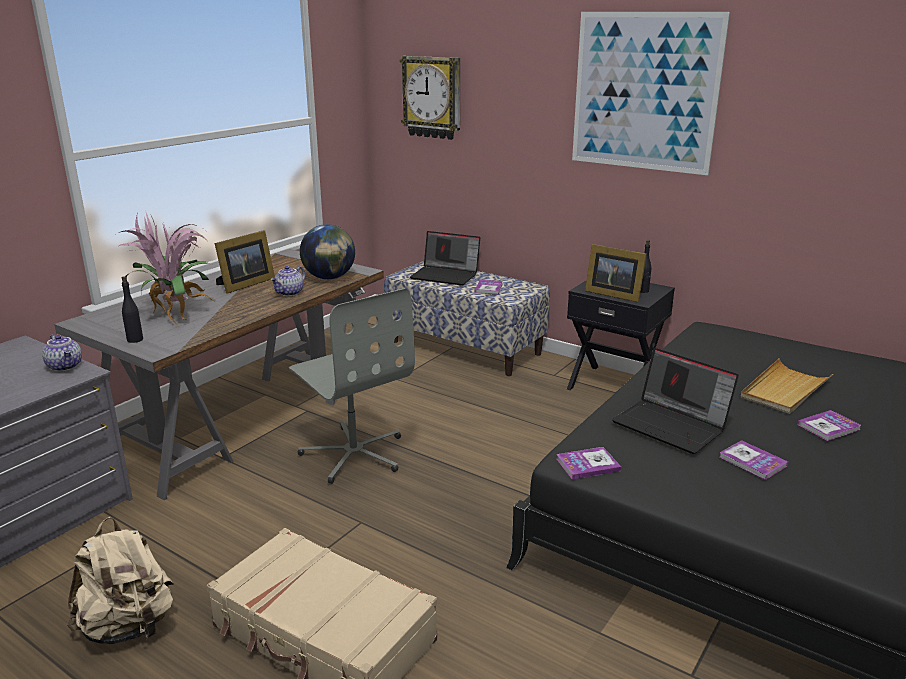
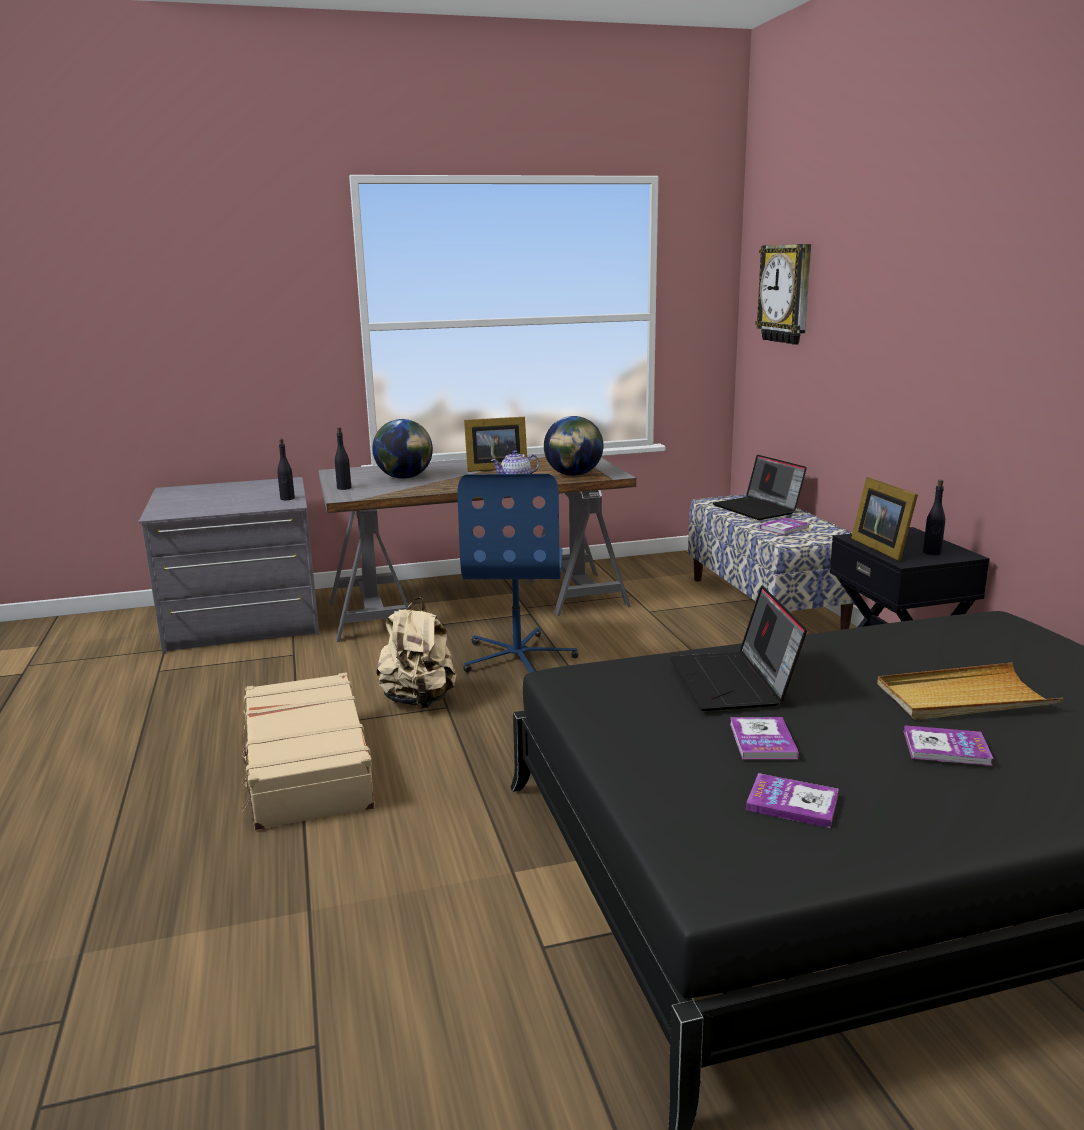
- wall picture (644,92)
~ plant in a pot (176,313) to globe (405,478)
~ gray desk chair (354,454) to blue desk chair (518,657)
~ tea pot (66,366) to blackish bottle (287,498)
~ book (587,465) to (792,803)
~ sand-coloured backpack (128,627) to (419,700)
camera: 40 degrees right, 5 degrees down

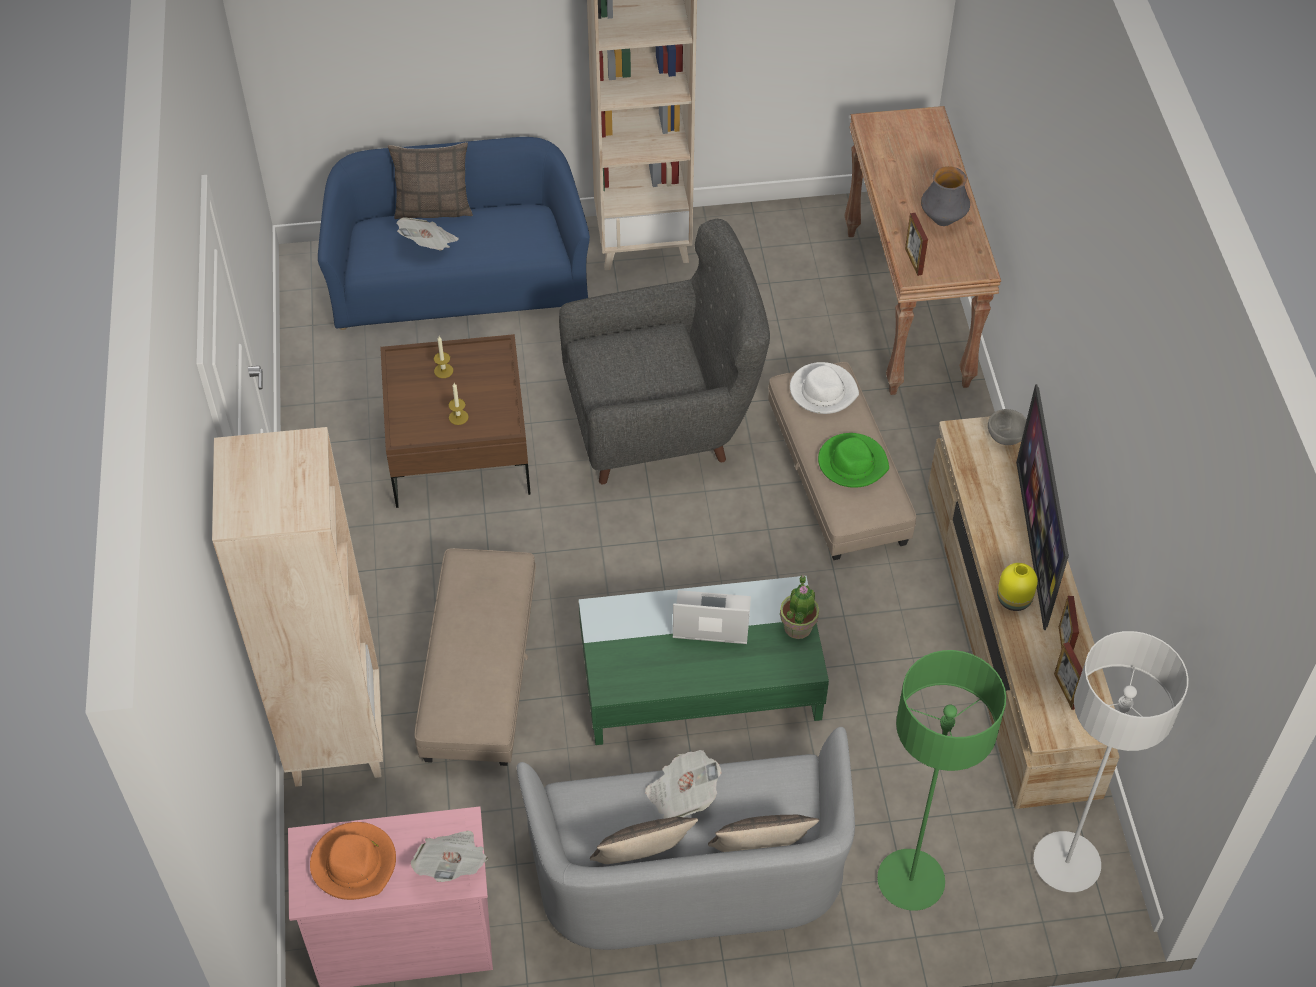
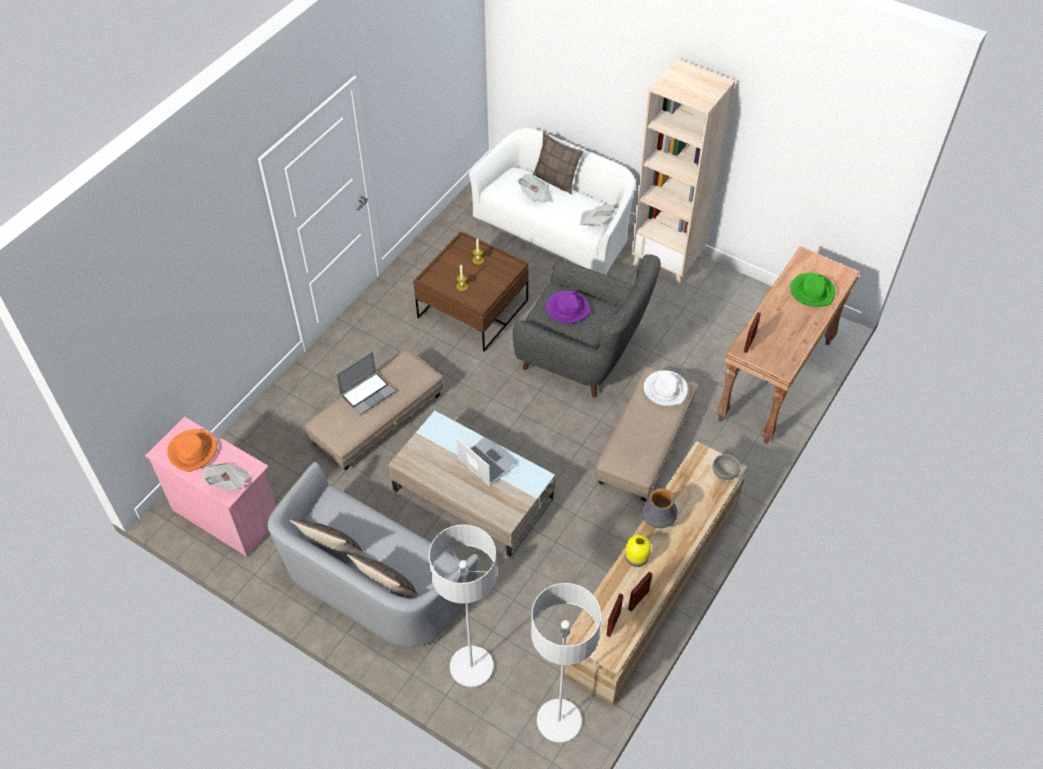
~ blue sofa (459,279) to white sofa (556,227)
~ vase (942,220) to (657,521)
- television (1034,544)
- sand-coloured bookcase (336,736)
~ greenish wearable hat (852,463) to (812,292)
- plant in a pot (798,627)
~ greenish low table (700,679) to sand-coloured low table (473,494)
~ greenish standing lamp (910,881) to gray standing lamp (471,667)
~ newspaper (682,795) to (595,221)
+ purple-coloured wearable hat (567,309)
+ portable computer (367,393)
camera: 40 degrees right, 0 degrees up

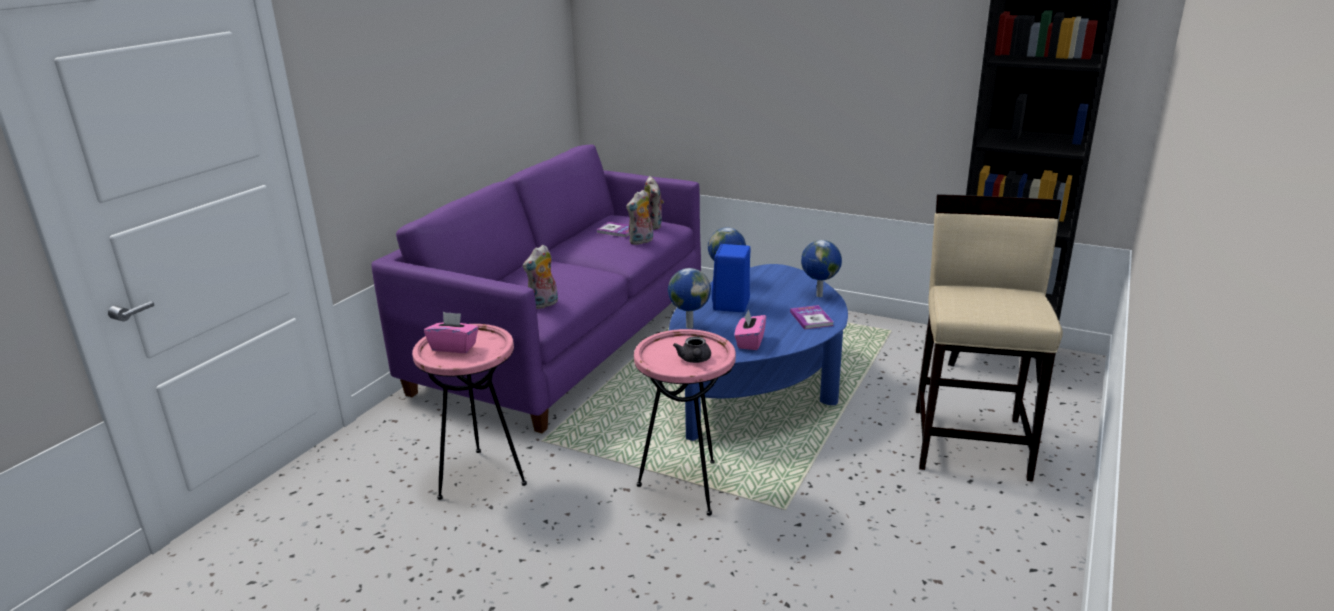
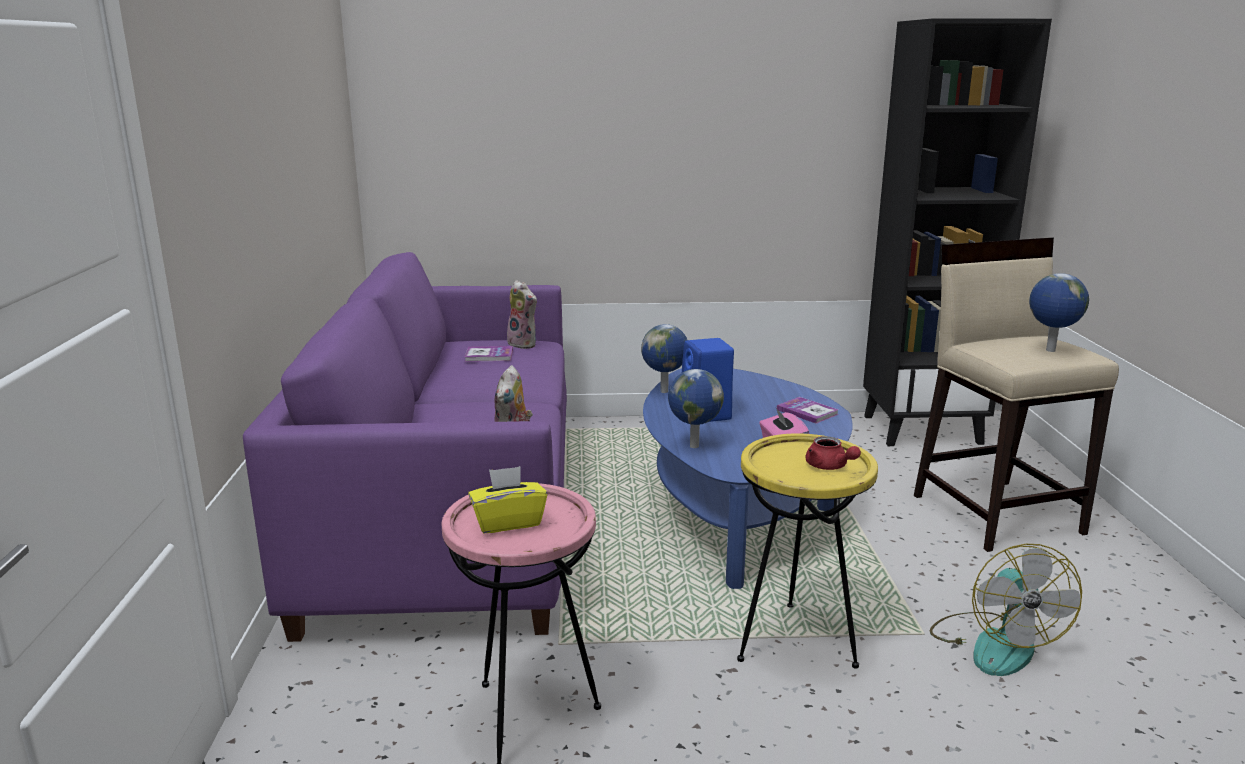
- soft toy (641,241)
~ globe (818,295) to (1050,350)
~ pink tissue box (454,347) to yellow tissue box (508,522)
~ pink accent table (687,486) to yellow accent table (795,643)
~ gray tea pot (694,360) to red-coloured tea pot (829,467)
+ fan (995,643)
camera: 30 degrees left, 5 degrees down

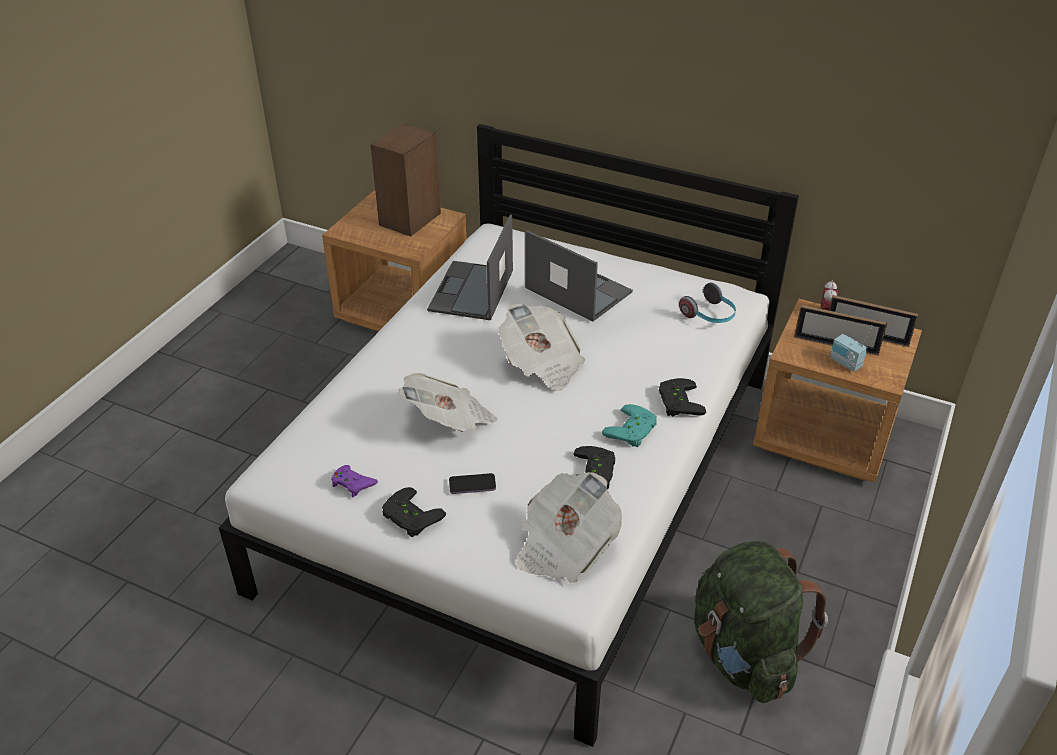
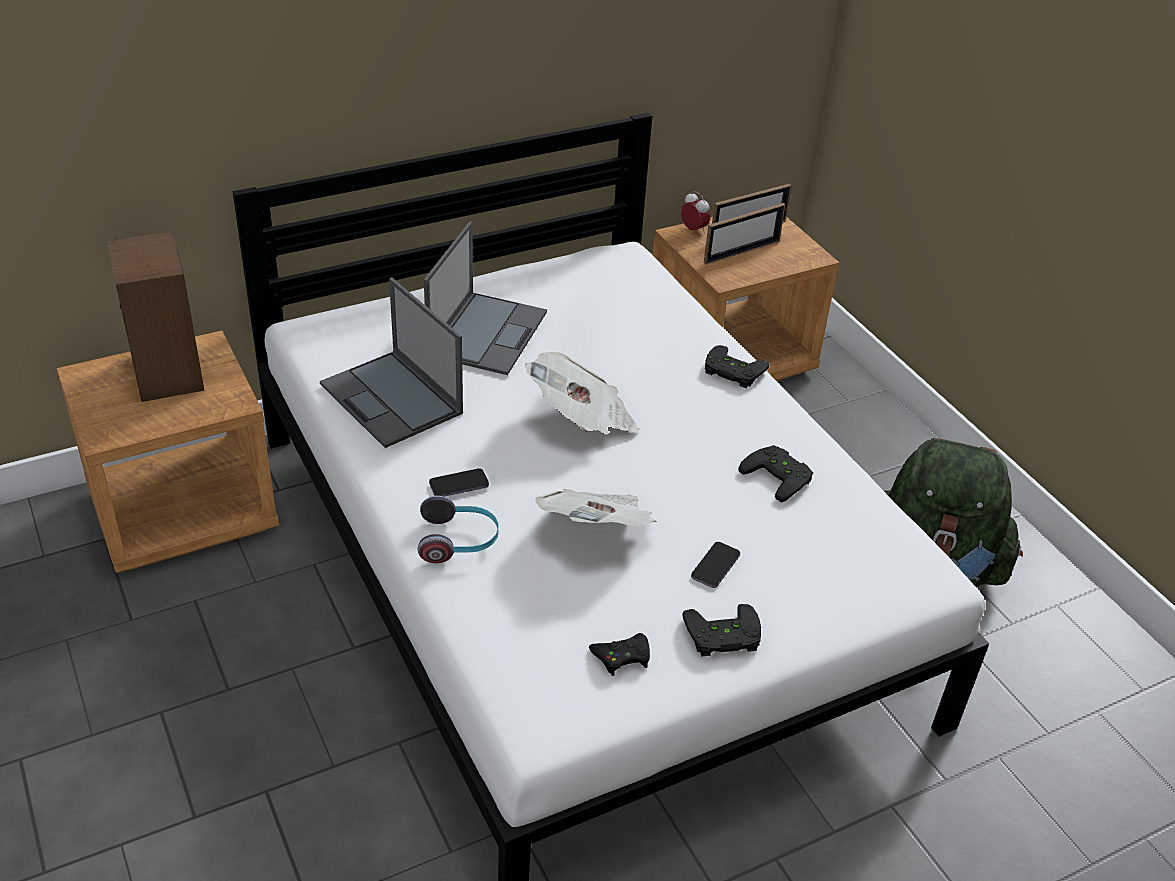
~ portable computer (577,290) = (487,332) 120 degrees clockwise
~ pair of headphones (709,315) to (459,541)
- radio (845,363)
- blue-green game controller (633,431)
~ purple-coloured game controller (353,483) to blackish game controller (622,657)
- newspaper (564,546)
+ telephone (459,485)
camera: 55 degrees left, 0 degrees up

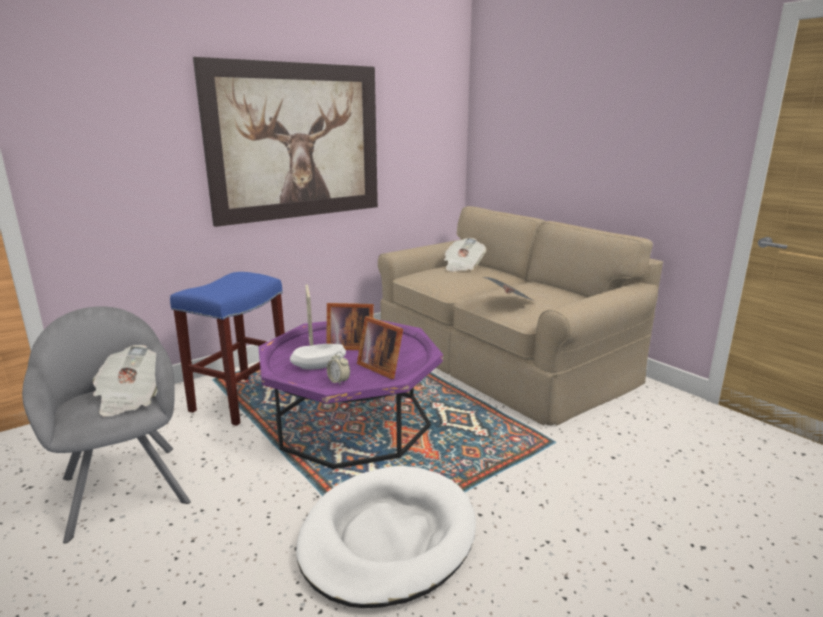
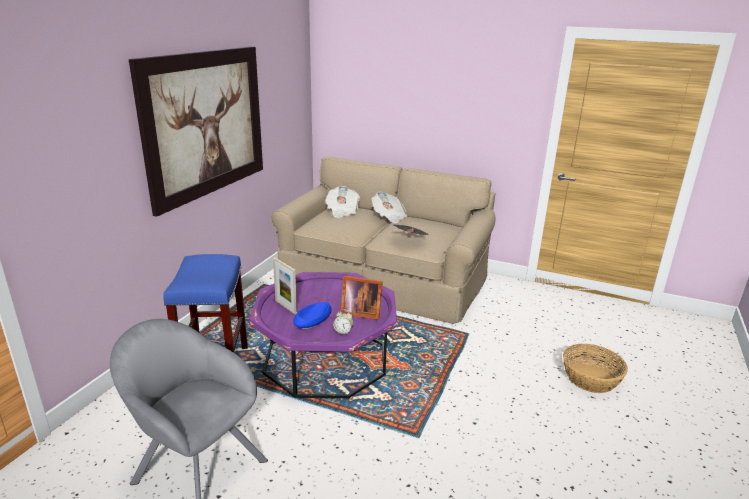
- photo frame (349,346)
~ white deep dish (319,365) to blue deep dish (313,322)
~ newspaper (131,397) to (389,216)
- white pet bed (387,538)
+ household basket (591,379)
camera: 30 degrees left, 5 degrees up

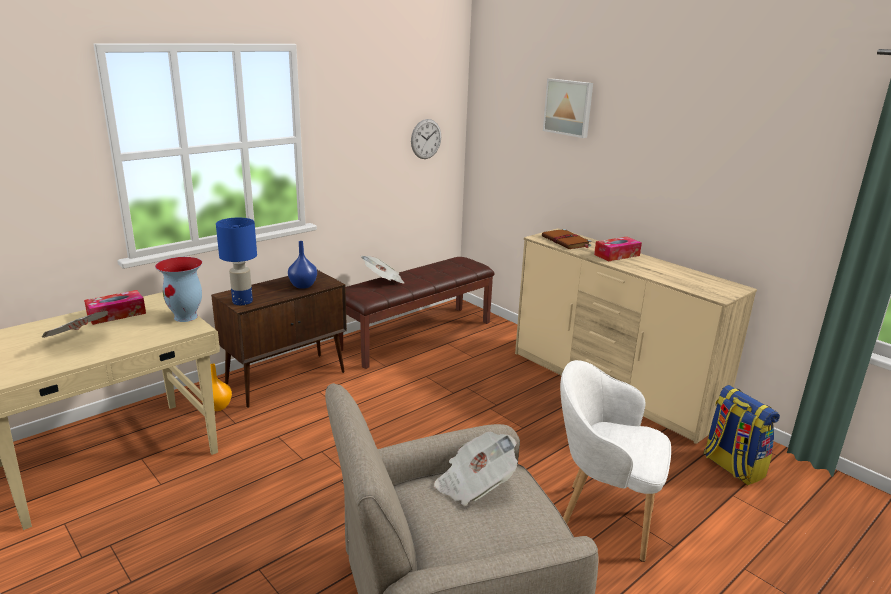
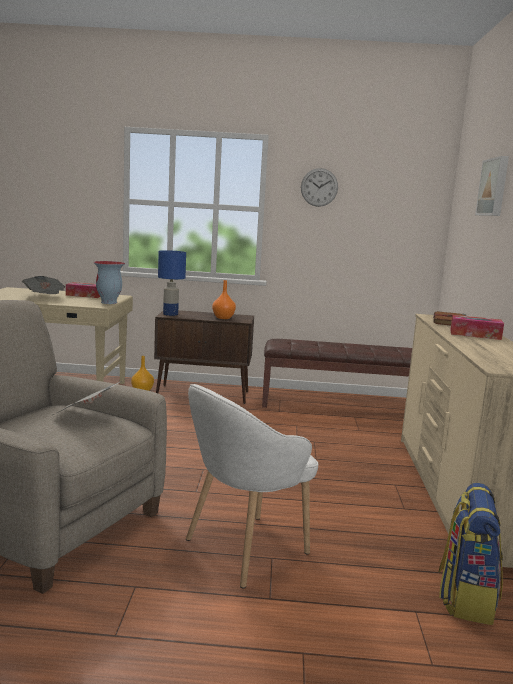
~ clock on the wall (426,139) to (319,187)
~ blue vase (302,286) to orange vase (223,318)
- newspaper (383,280)
~ white armchair (600,521) = (244,549) 105 degrees counterclockwise
camera: 45 degrees right, 10 degrees down

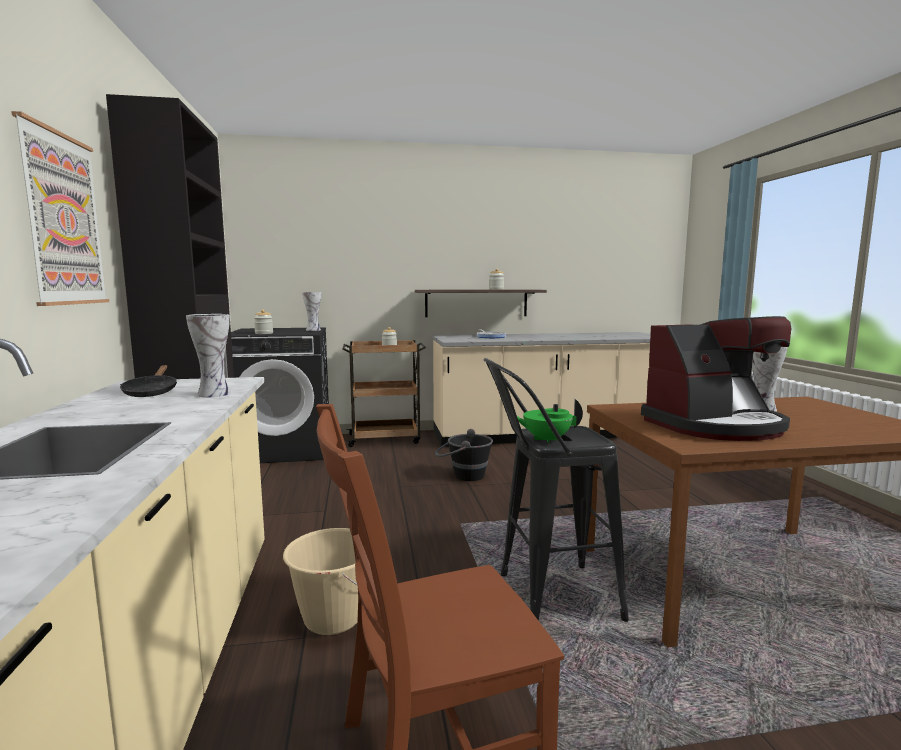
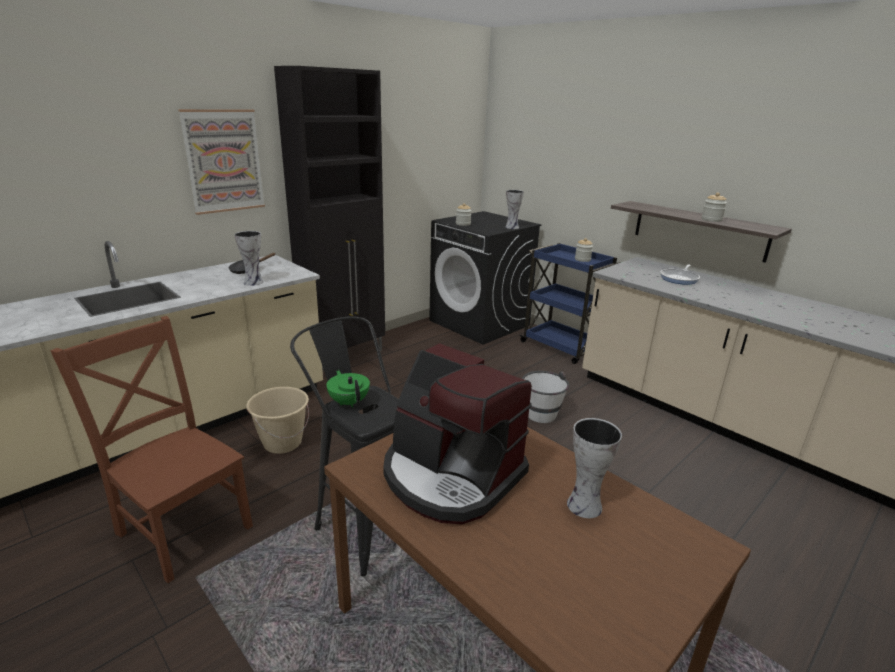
~ brown wheeled cart (385,439) to blue wheeled cart (562,347)
~ blackish bucket (463,475) to white bucket (537,411)
camera: 55 degrees right, 15 degrees up

